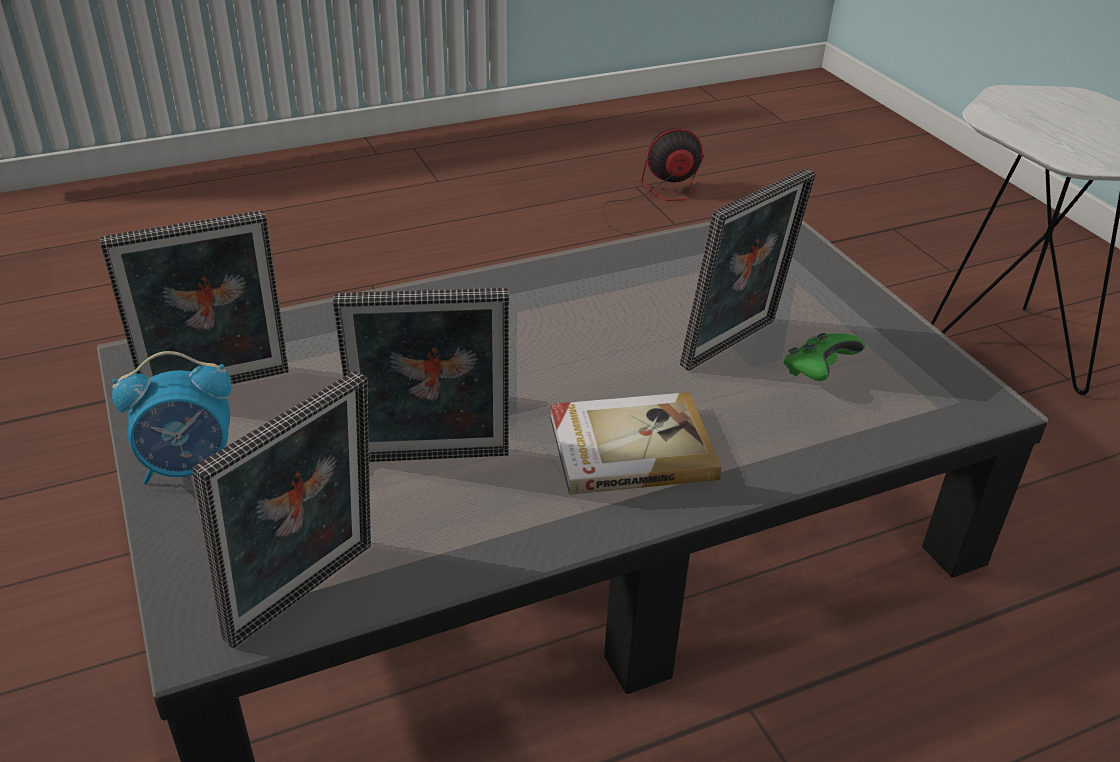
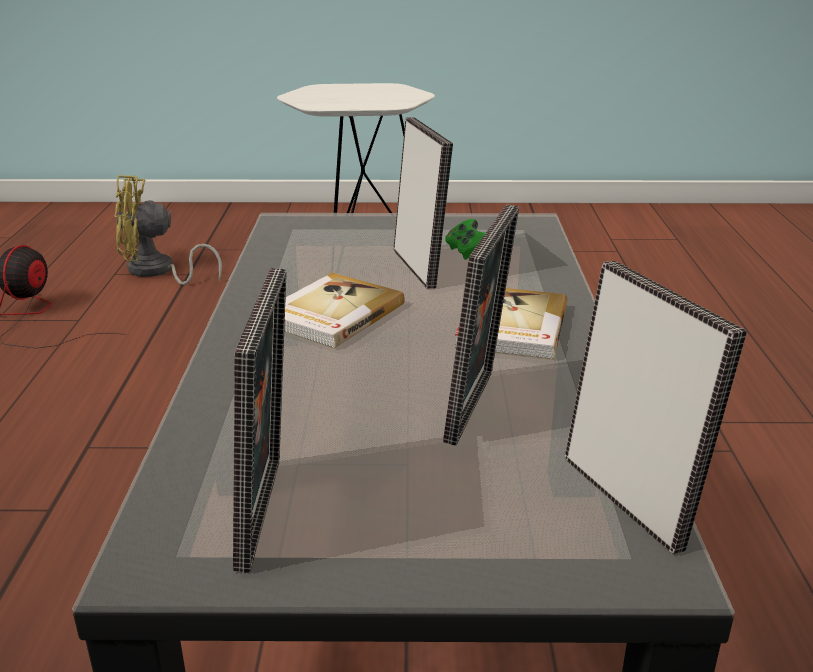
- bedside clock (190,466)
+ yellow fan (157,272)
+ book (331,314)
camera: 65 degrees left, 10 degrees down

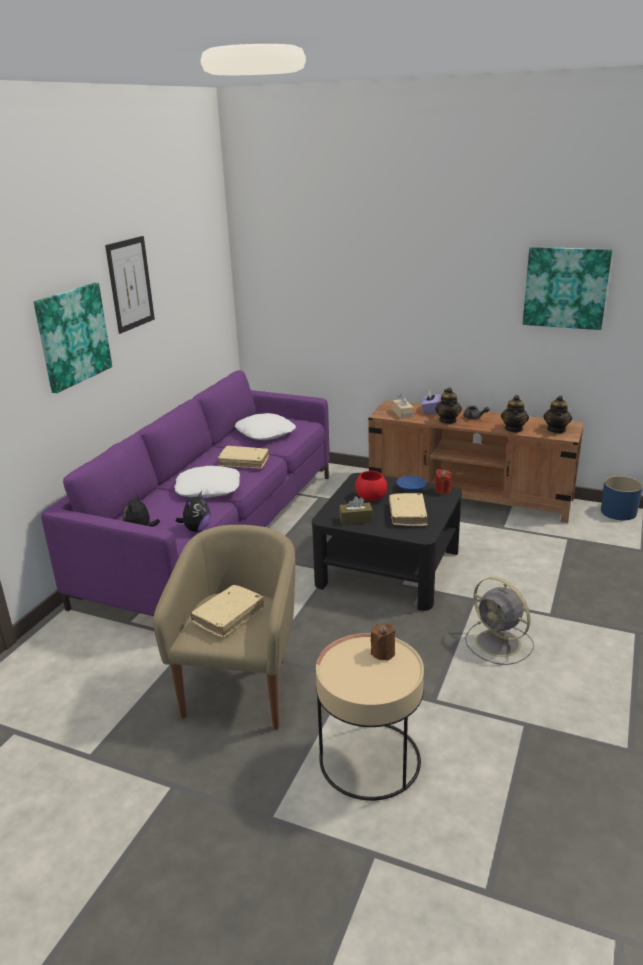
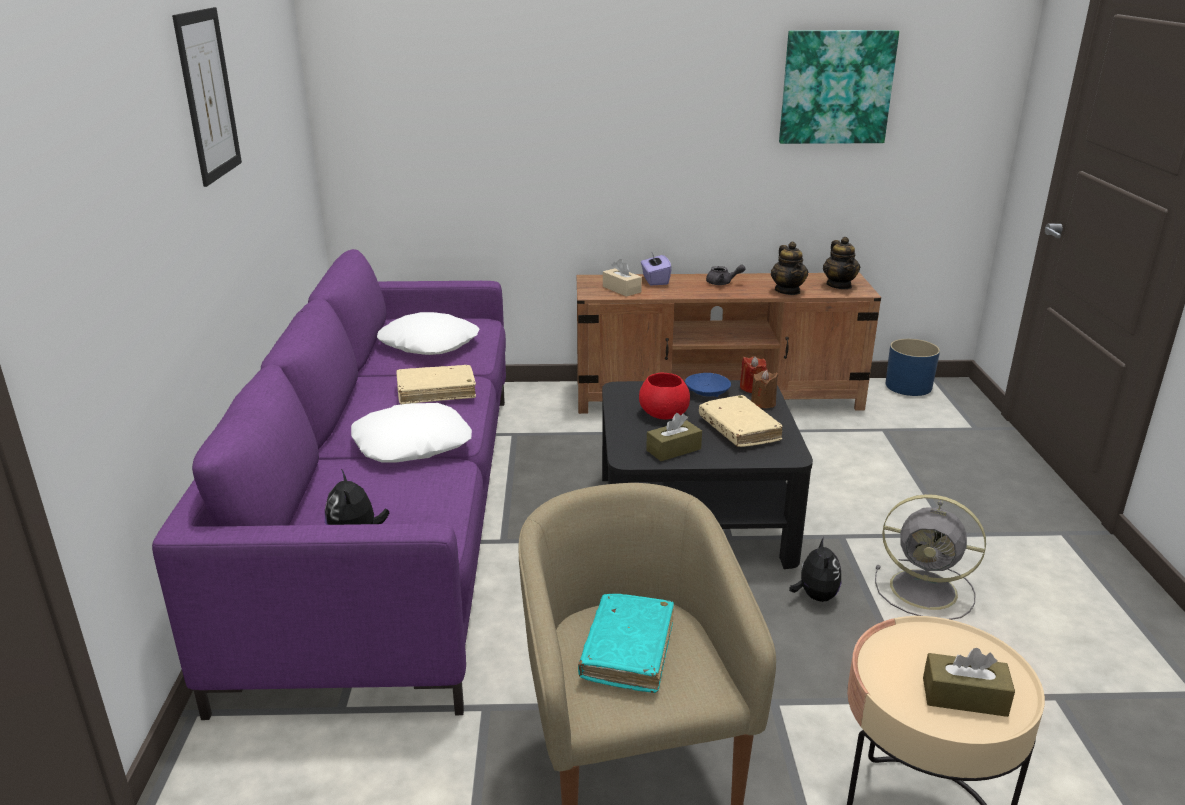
- wall picture (72,336)
- tea pot (448,420)
~ soft toy (196,529) to (815,596)
~ sand-coloured book (228,616) to blue-green book (628,651)
~ brown wax candle (383,653) to (763,403)
+ brown tissue box (964,697)
camera: 25 degrees left, 0 degrees up

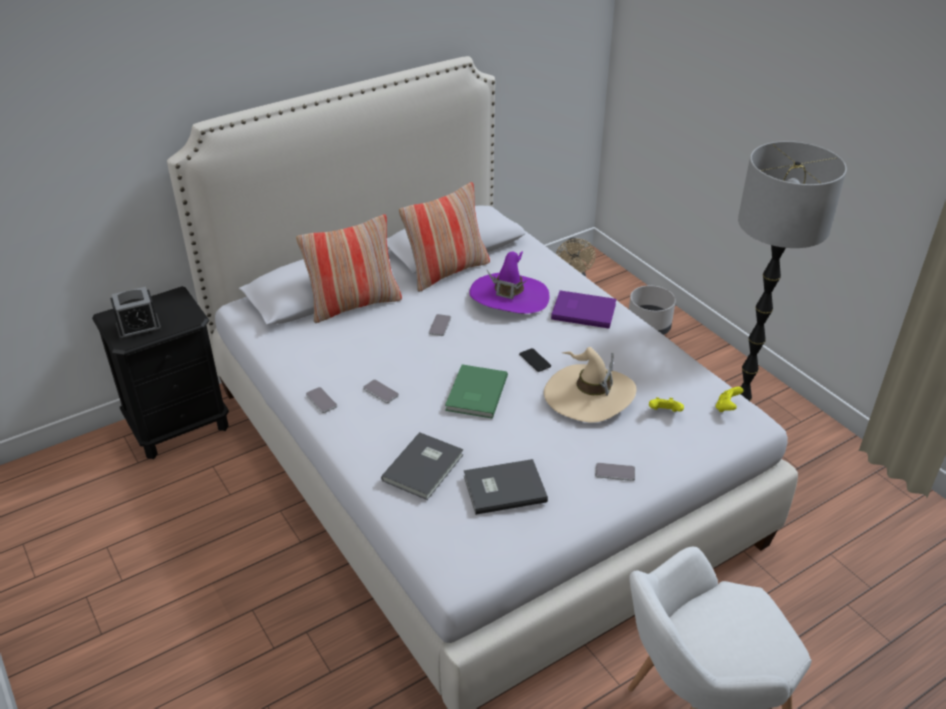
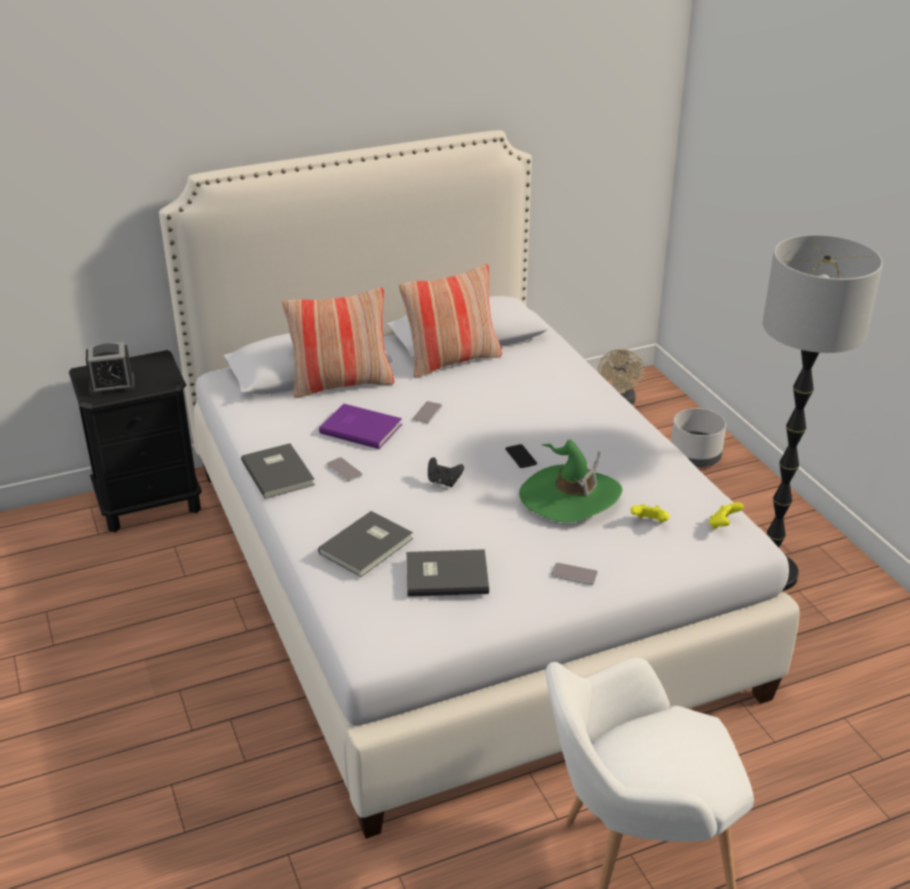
- purple-coloured wearable hat (509,297)
~ purple-coloured book (583,310) to (361,427)
~ sand-coloured wearable hat (589,395) to greenish wearable hat (570,497)
~ greenish book (474,393) to blackish game controller (443,482)
~ telephone (321,400) to gray book (279,472)
camera: 10 degrees right, 5 degrees down

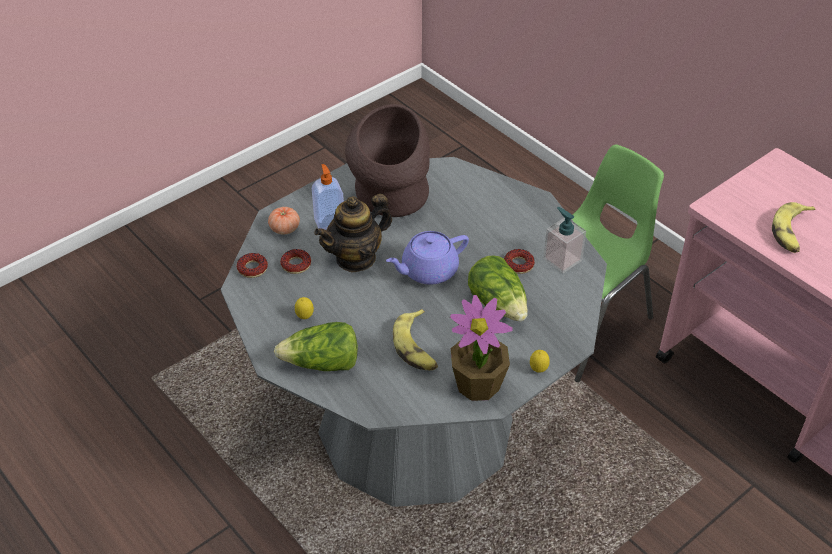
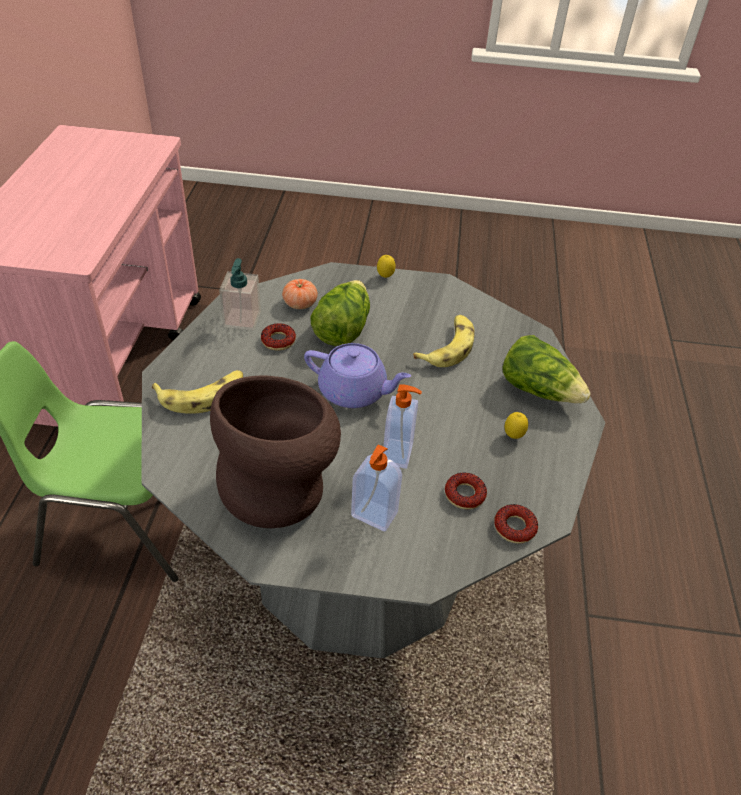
~ tea pot (356,258) to soap bottle (399,454)
~ whole banana (791,232) to (203,395)
~ whole tomato (284,228) to (300,304)
- plant in a pot (478,384)
camera: 135 degrees left, 0 degrees up

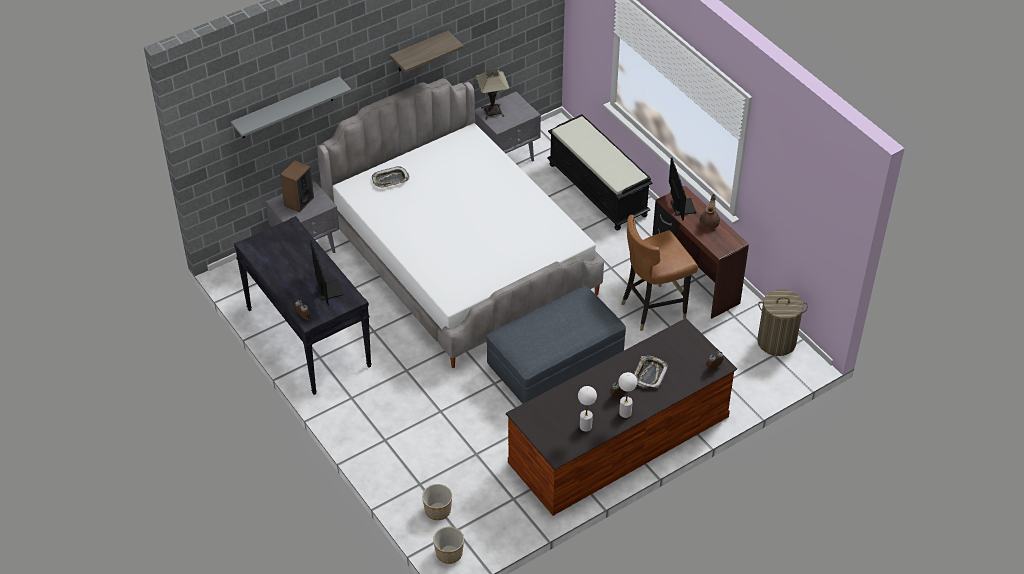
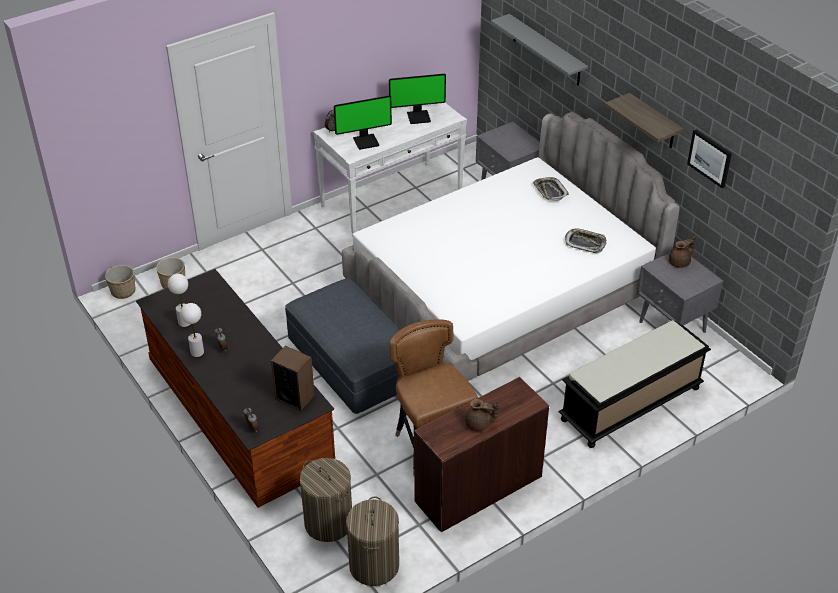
~ tabletop lamp (492,111) to brown tea pot (680,262)
~ monitor (681,207) to (419,116)
~ speaker (299,201) to (295,397)
~ blackish hall table (307,337) to white hall table (392,199)
~ tray (649,374) to (585,243)
+ wall picture (710,158)
+ hamper (328,523)
camera: 90 degrees right, 5 degrees down

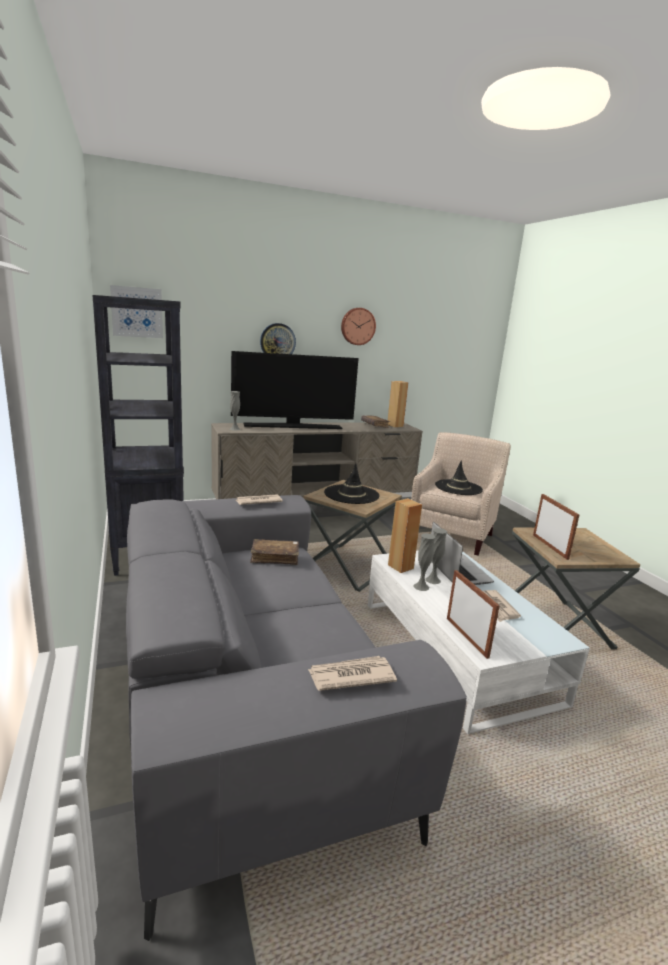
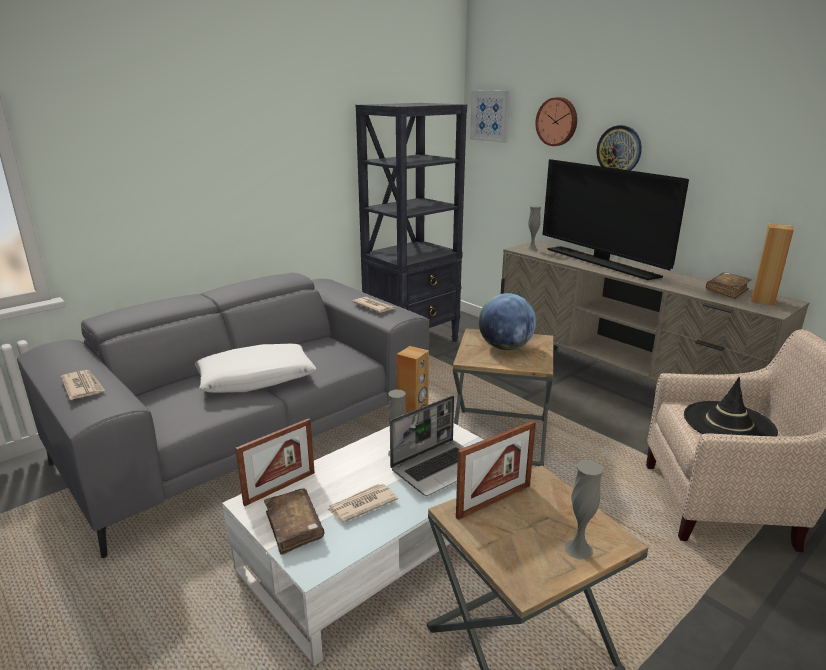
~ clock on the wall (357,326) to (557,121)
~ blackish wearable hat (351,494) to globe (505,347)
~ gray vase (421,586) to (578,549)
~ brown book (275,557) to (294,527)
+ white cushion (256,379)
camera: 70 degrees right, 5 degrees up

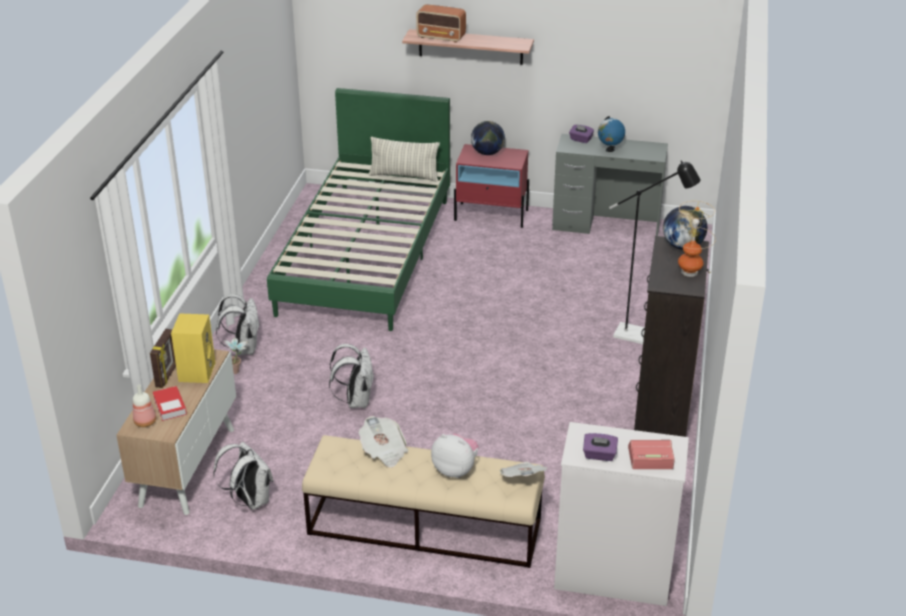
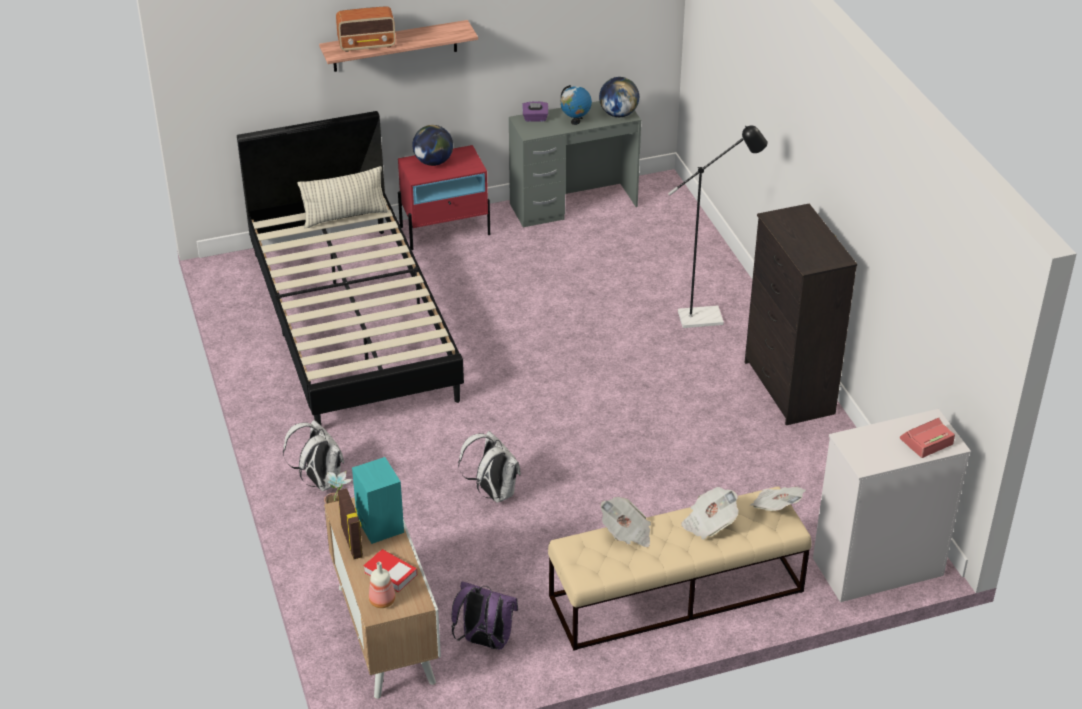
~ greenish bed (366,254) to blackish bed (352,323)
- tabletop lamp (689,272)
~ globe (682,246) to (618,114)
~ yellow speaker (196,371) to blue-green speaker (378,525)
~ soft toy (455,469) to newspaper (709,523)
- purple-coloured tissue box (599,455)
~ white backpack (249,500) to purple-coloured backpack (484,641)
camera: 30 degrees left, 5 degrees up

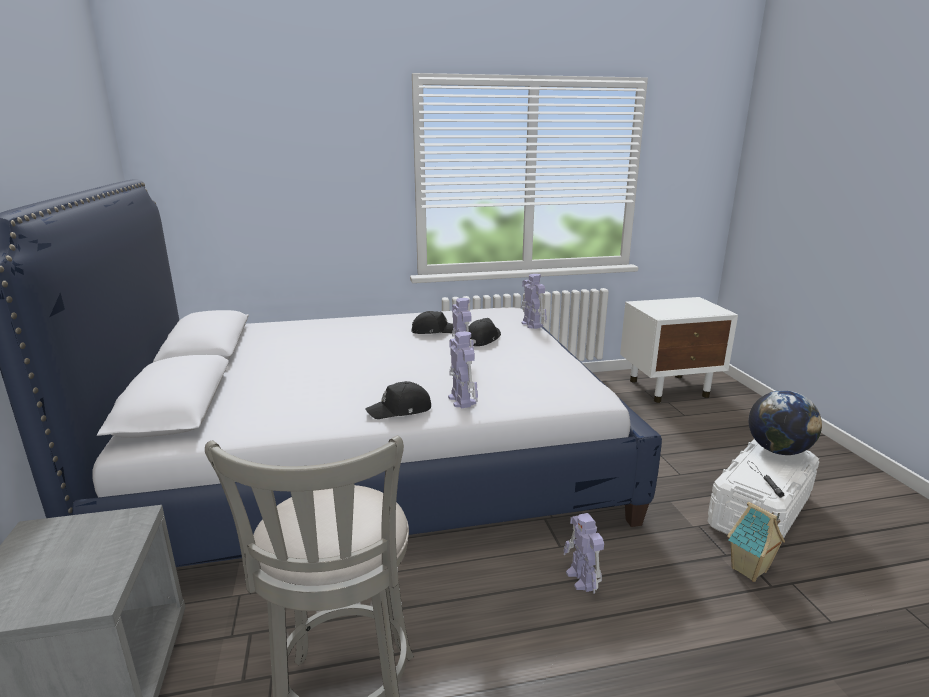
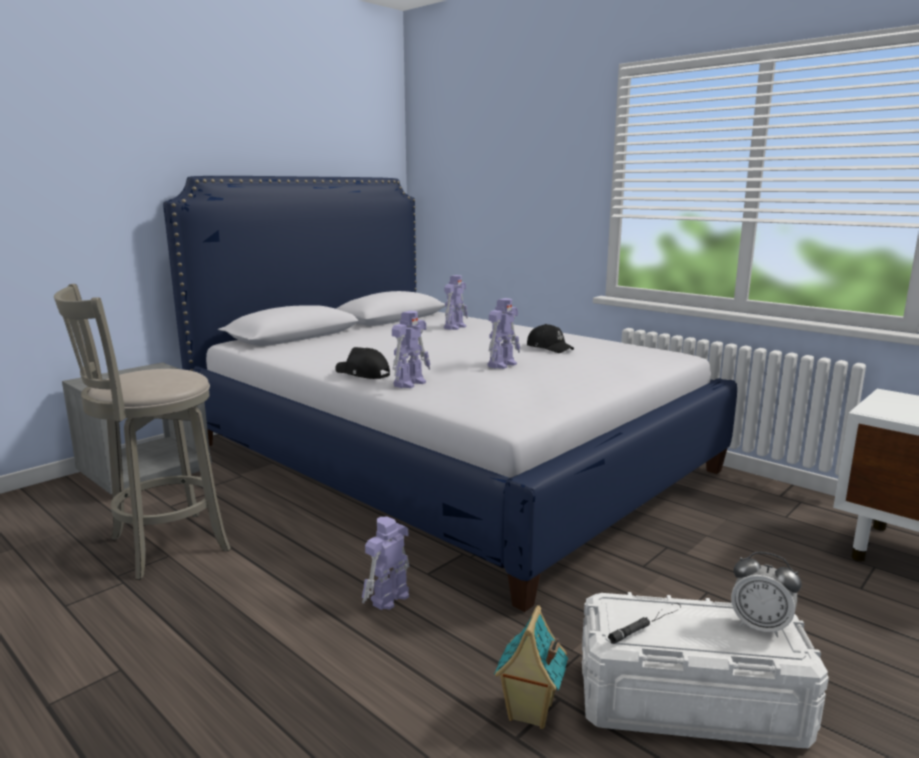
~ toy robot (531,324) to (455,327)
- blackish peaked cap (482,339)
~ globe (778,450) to bedside clock (760,626)
camera: 55 degrees right, 5 degrees down

